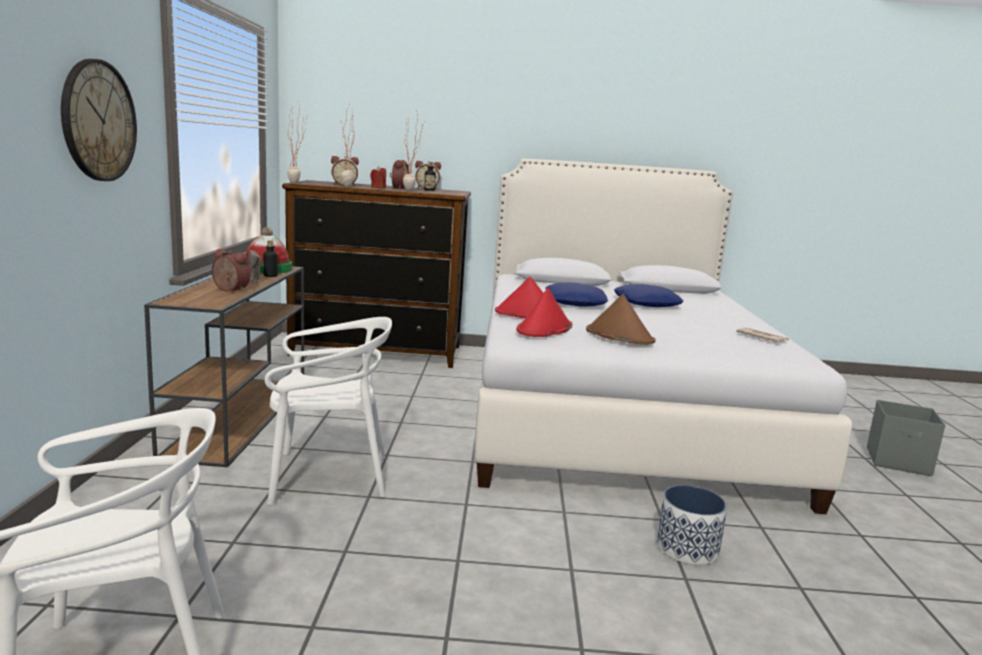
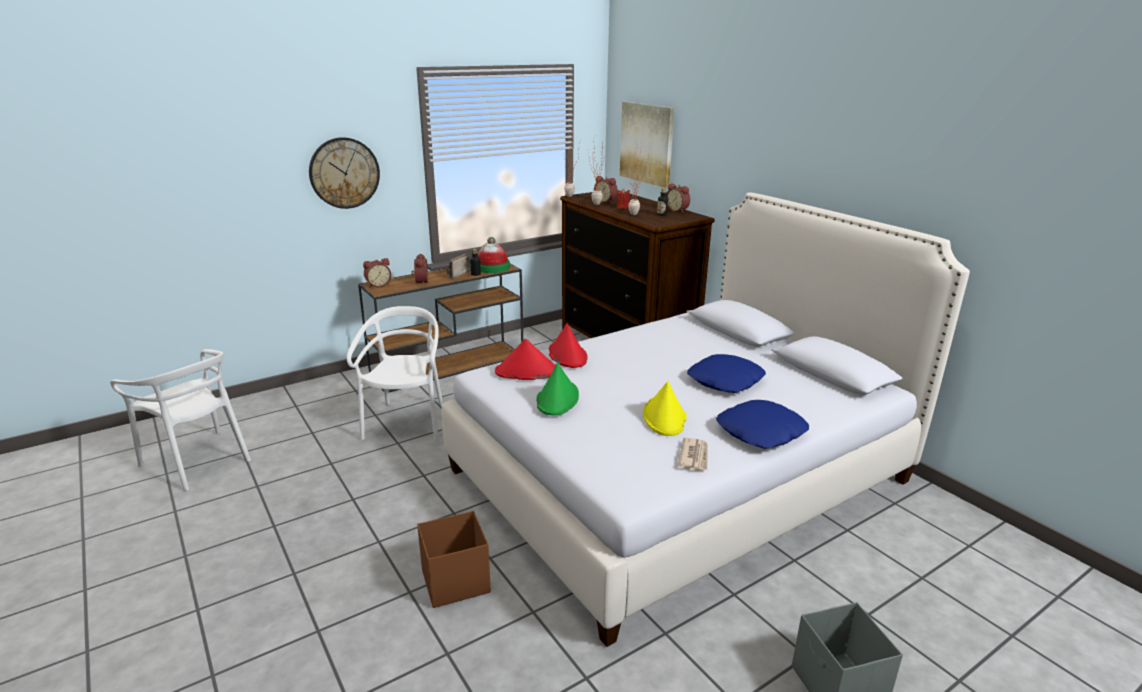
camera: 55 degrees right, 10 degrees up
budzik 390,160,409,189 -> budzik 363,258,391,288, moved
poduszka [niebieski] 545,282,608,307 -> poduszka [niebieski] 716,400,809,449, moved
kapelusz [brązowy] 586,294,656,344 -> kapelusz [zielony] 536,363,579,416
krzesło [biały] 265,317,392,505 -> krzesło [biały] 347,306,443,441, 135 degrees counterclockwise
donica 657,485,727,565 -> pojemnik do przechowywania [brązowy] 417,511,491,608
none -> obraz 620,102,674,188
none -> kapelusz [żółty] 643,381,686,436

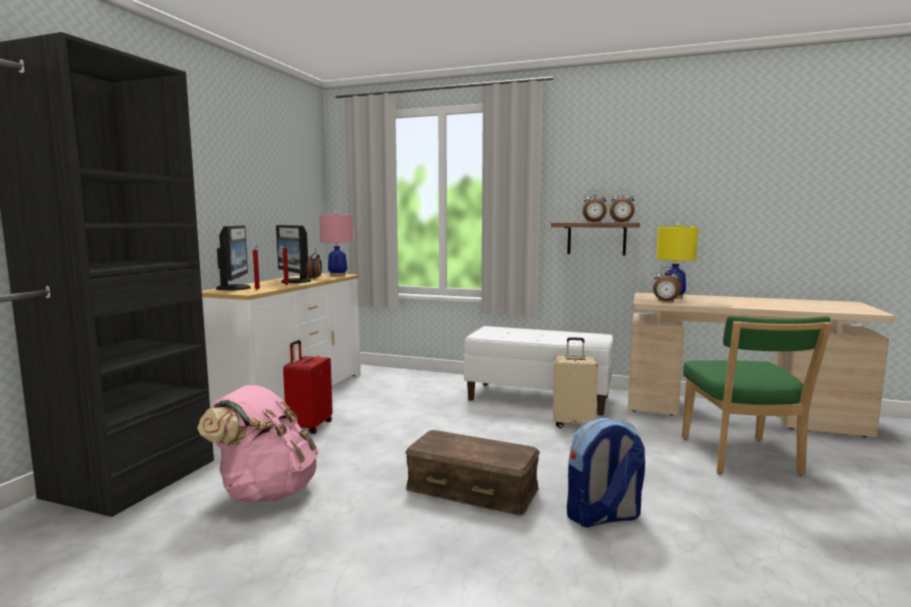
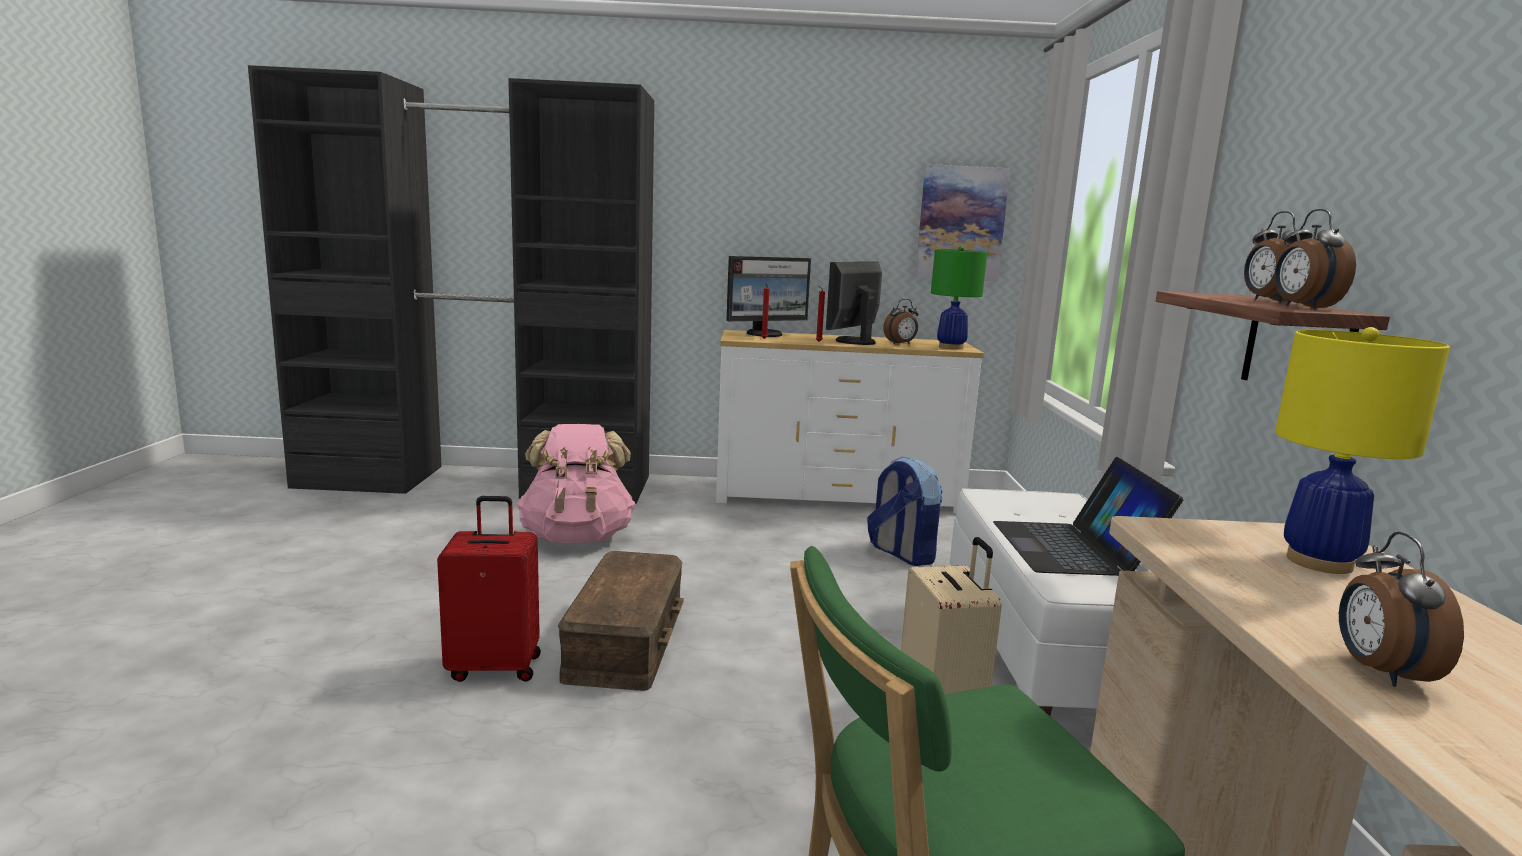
camera: 70 degrees right, 5 degrees up
lampa stołowa [różowy] 319,212,353,276 -> lampa stołowa [zielony] 931,246,987,350
budzik 653,267,681,302 -> budzik 1339,531,1464,687, moved
walizka [czerwony] 283,340,333,434 -> walizka [czerwony] 437,496,541,682, moved
plecak 567,418,645,527 -> plecak 867,457,943,566, moved
none -> obraz 915,164,1010,281
none -> laptop 993,457,1184,576

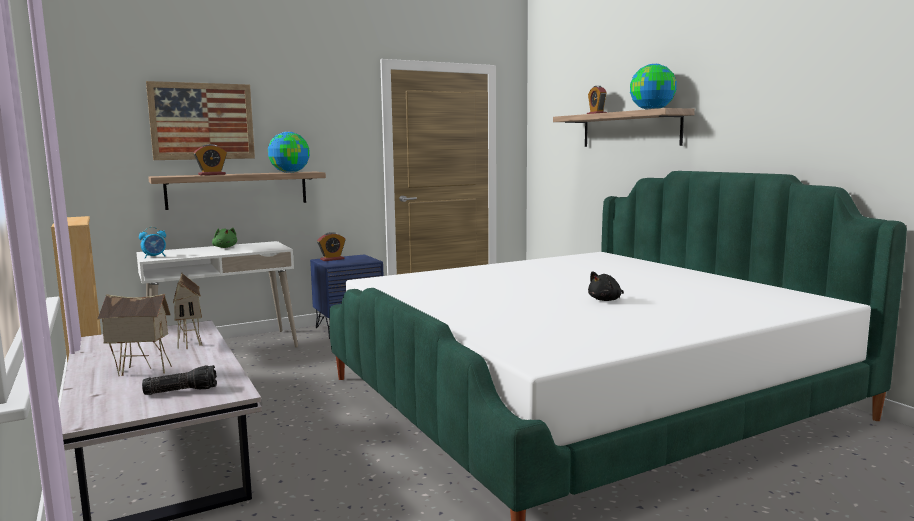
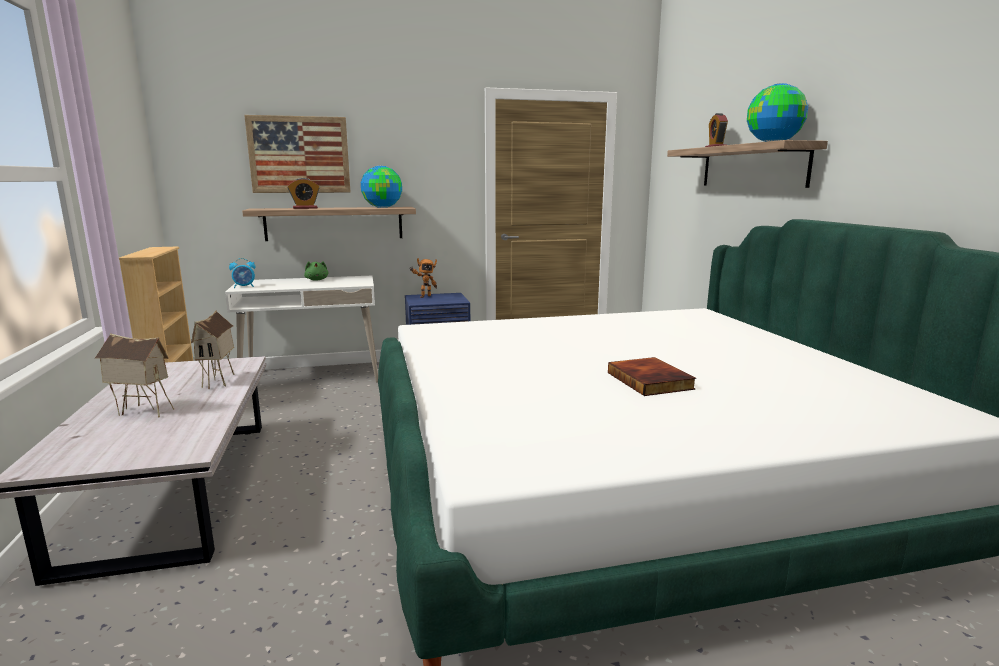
camera: 15 degrees right, 5 degrees up
budzik 317,232,345,261 -> robot zabawkowy 409,258,437,298
pluszak [czarny] 588,271,624,301 -> książka 608,357,696,396
latarka 142,365,217,395 -> none

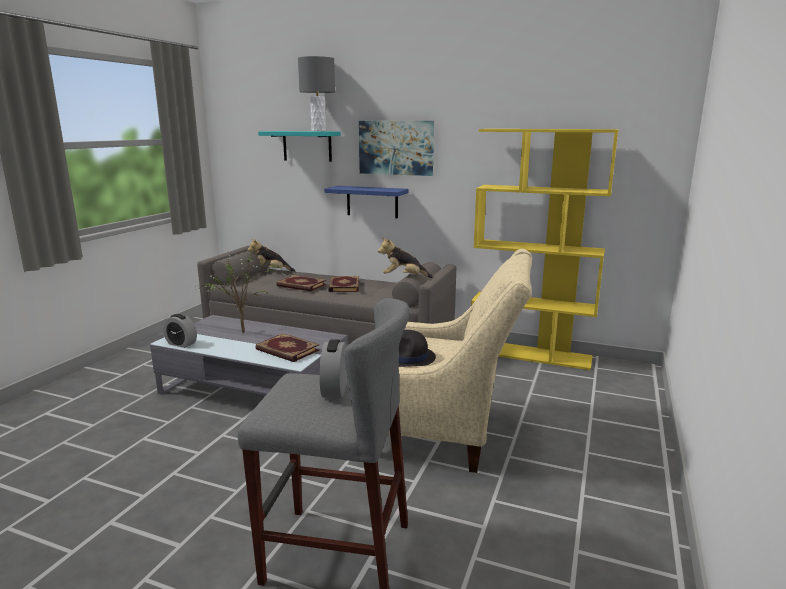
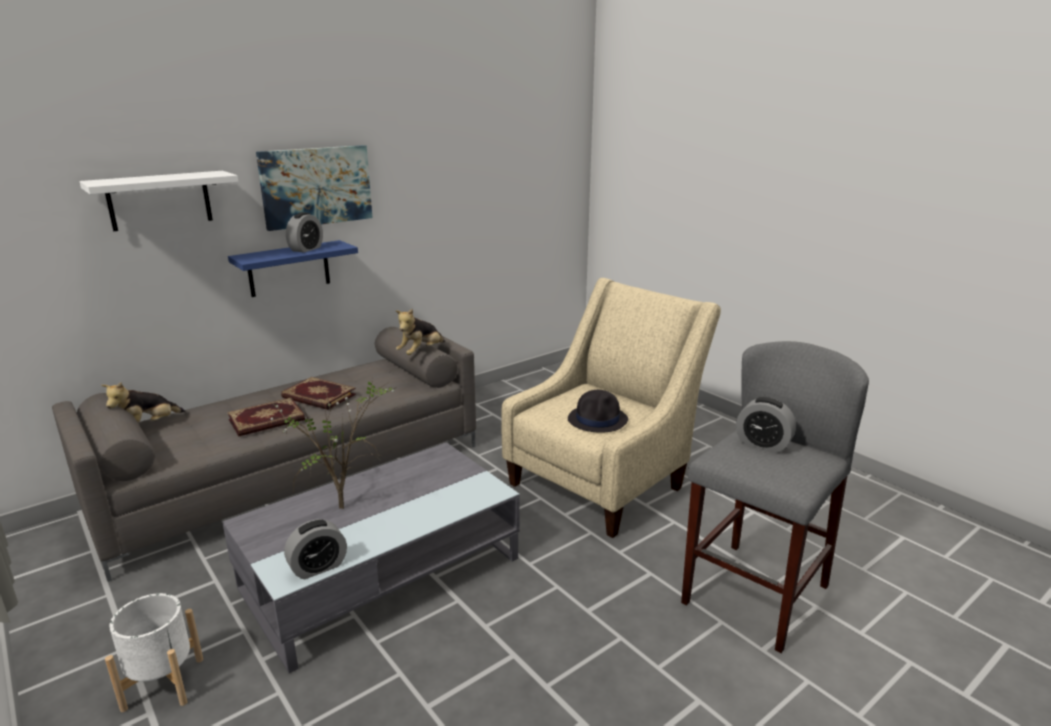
camera: 60 degrees left, 5 degrees up
lampa stołowa [szary] 298,56,335,131 -> none
regał [żółty] 471,129,619,370 -> none
półka [turkusowy] 258,131,341,162 -> półka [biały] 80,171,238,231
książka 255,333,320,362 -> none
none -> budzik 286,212,323,253
none -> donica [biały] 105,593,203,712

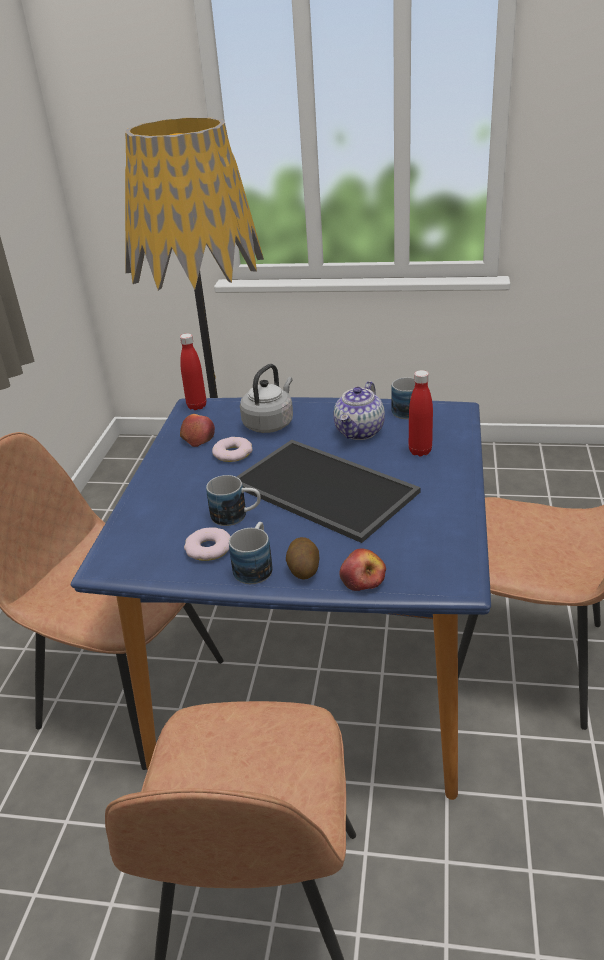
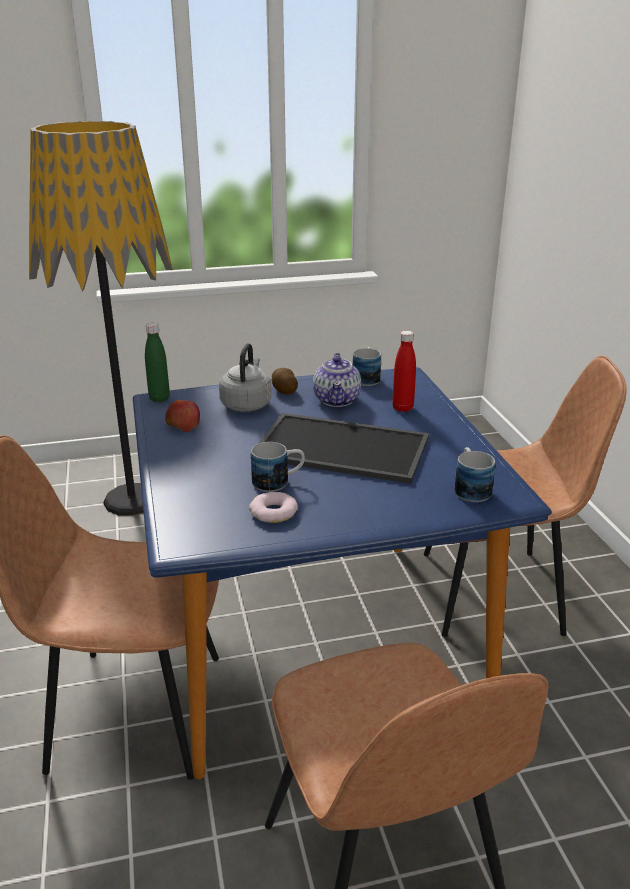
camera: 25 degrees left, 5 degrees down
butelka [czerwony] 180,333,206,410 -> butelka [zielony] 145,323,170,402
donut 212,437,253,462 -> none
kubek 229,522,273,584 -> kubek 454,447,495,502, moved
ziemniak 286,537,320,580 -> ziemniak 272,368,298,395, moved
jabłko 339,549,386,591 -> none

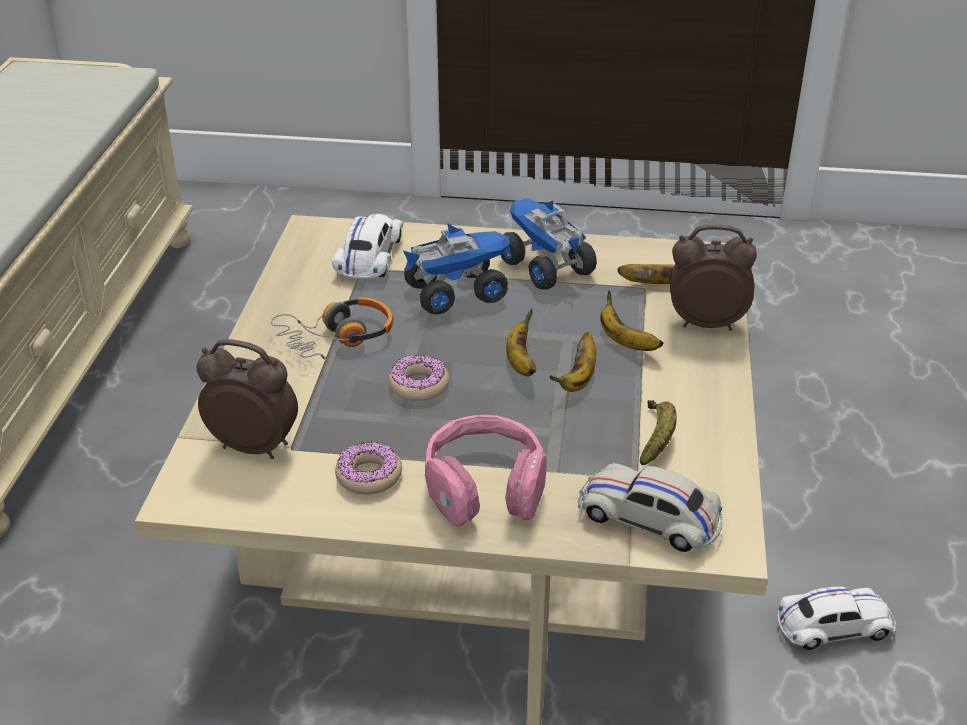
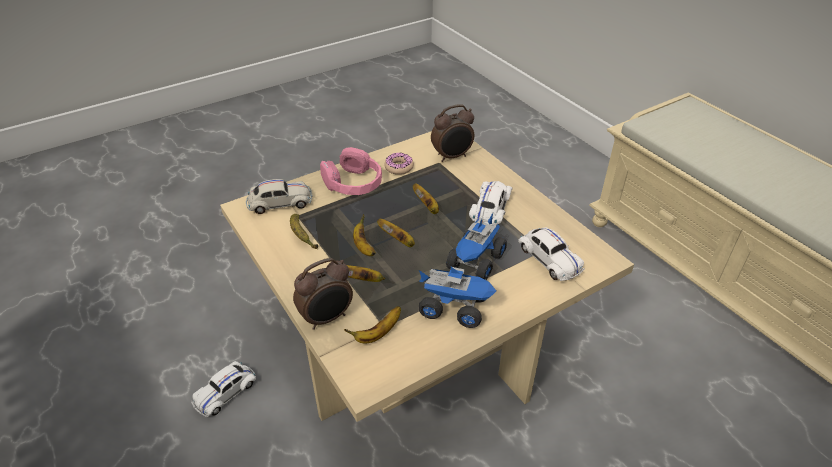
camera: 140 degrees right, 5 degrees up
słuchawki 271,297,393,362 -> samochodzik [biały] 469,181,512,226
donut 388,355,449,401 -> banan 413,183,439,214

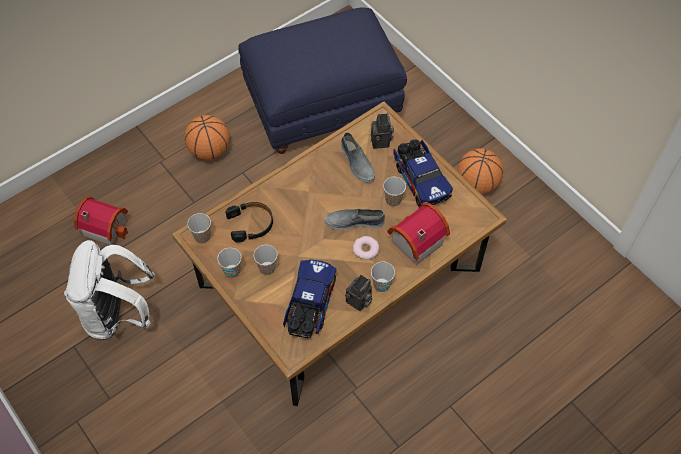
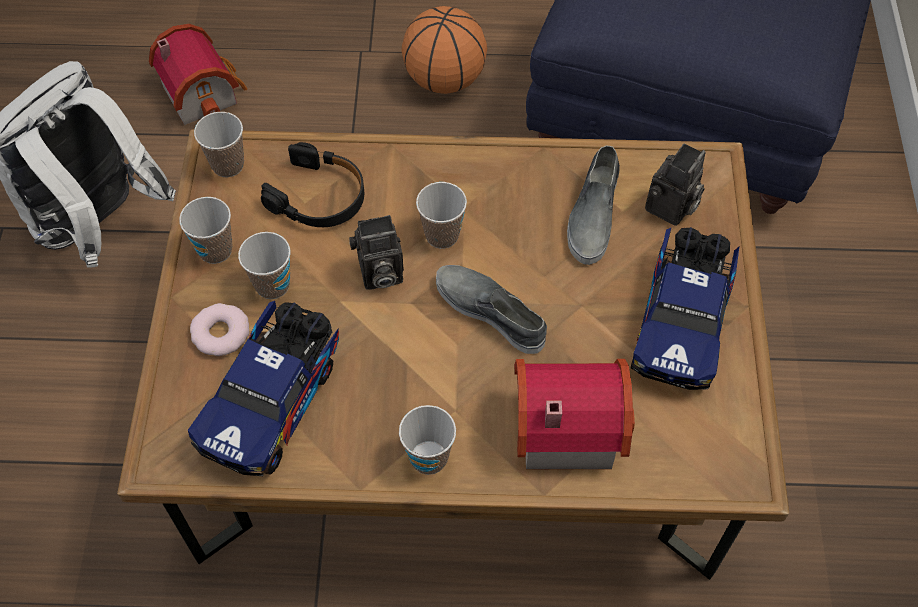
camera: 40 degrees right, 0 degrees up
piłka do koszykówki 457,148,503,194 -> none
filiżanka 383,177,406,207 -> filiżanka 416,182,467,249, moved
donut 353,236,380,260 -> donut 190,303,249,356, moved
ciężarówka zabawkowa 283,260,337,338 -> ciężarówka zabawkowa 188,301,339,476, 150 degrees clockwise
aparat fotograficzny 345,275,372,311 -> aparat fotograficzny 349,215,404,290, moved

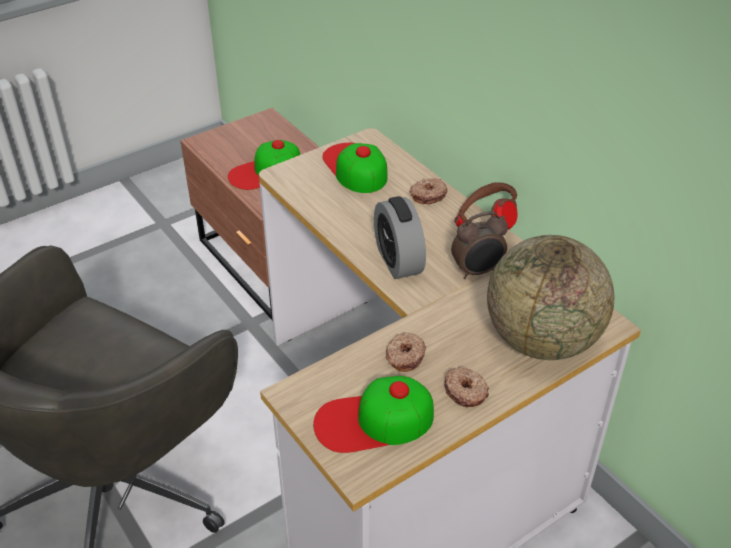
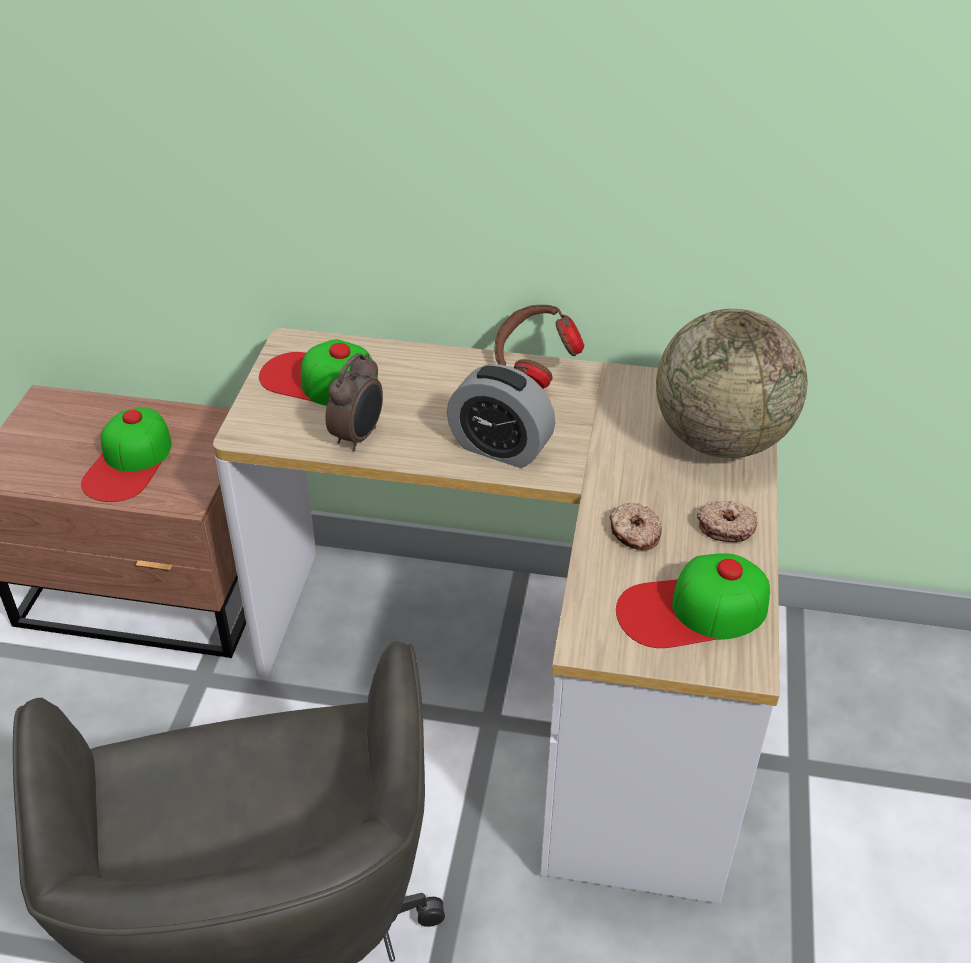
camera: 45 degrees left, 0 degrees up
donut 409,178,448,204 -> none
budzik 451,211,508,279 -> budzik 325,353,383,452, moved
czapka z daszkiem 313,376,434,453 -> czapka z daszkiem 616,554,770,648, 45 degrees clockwise

